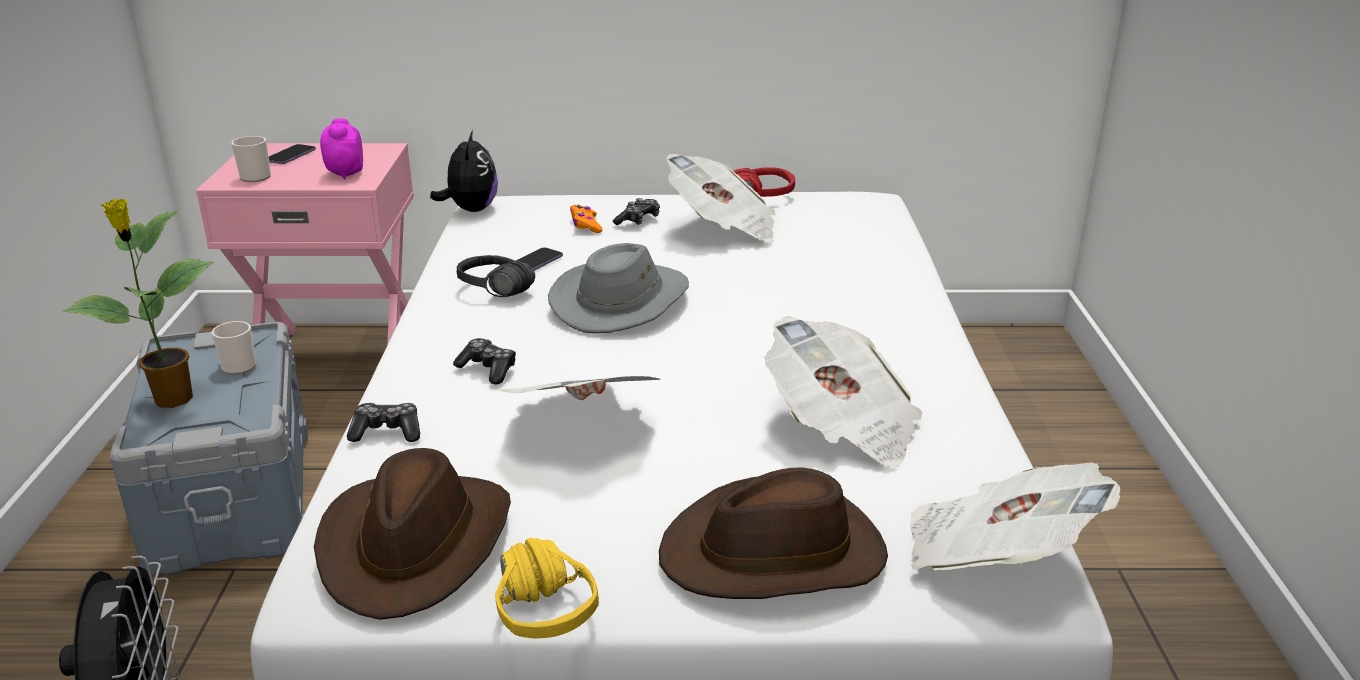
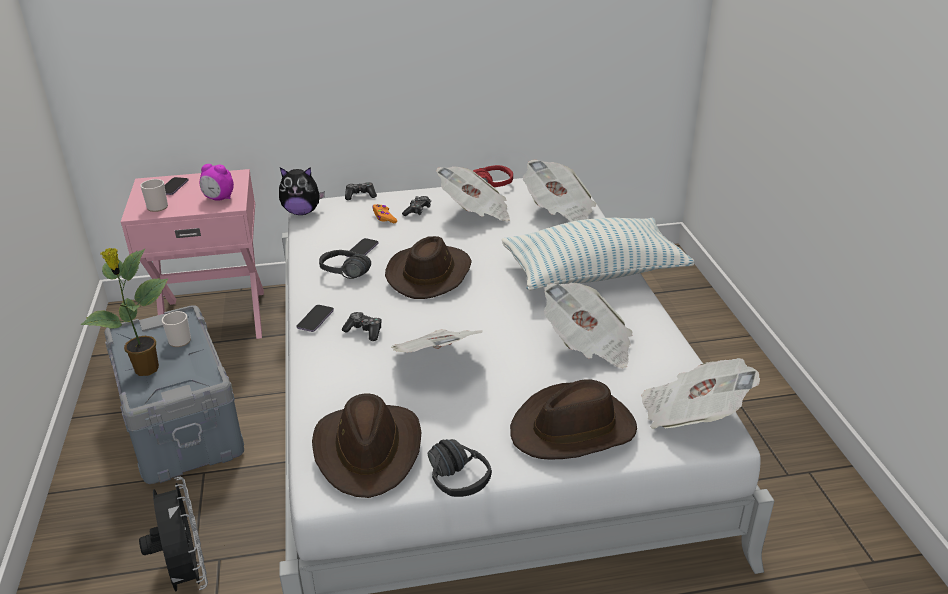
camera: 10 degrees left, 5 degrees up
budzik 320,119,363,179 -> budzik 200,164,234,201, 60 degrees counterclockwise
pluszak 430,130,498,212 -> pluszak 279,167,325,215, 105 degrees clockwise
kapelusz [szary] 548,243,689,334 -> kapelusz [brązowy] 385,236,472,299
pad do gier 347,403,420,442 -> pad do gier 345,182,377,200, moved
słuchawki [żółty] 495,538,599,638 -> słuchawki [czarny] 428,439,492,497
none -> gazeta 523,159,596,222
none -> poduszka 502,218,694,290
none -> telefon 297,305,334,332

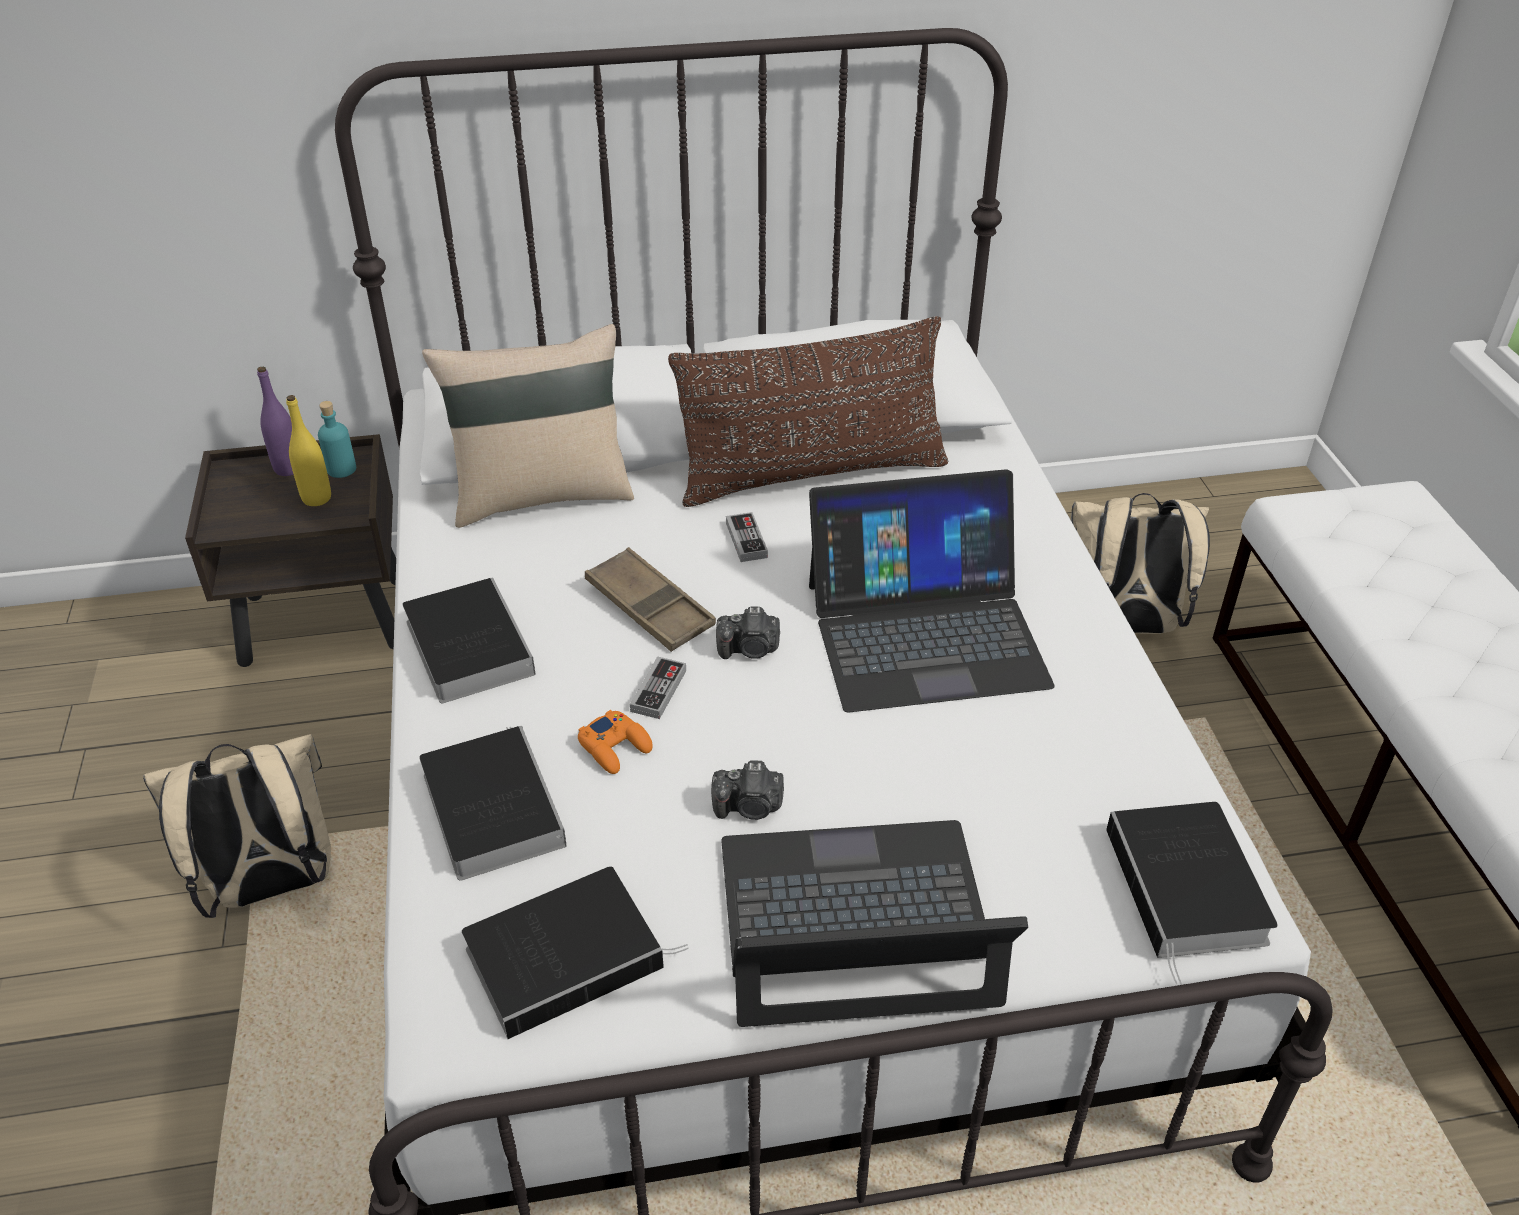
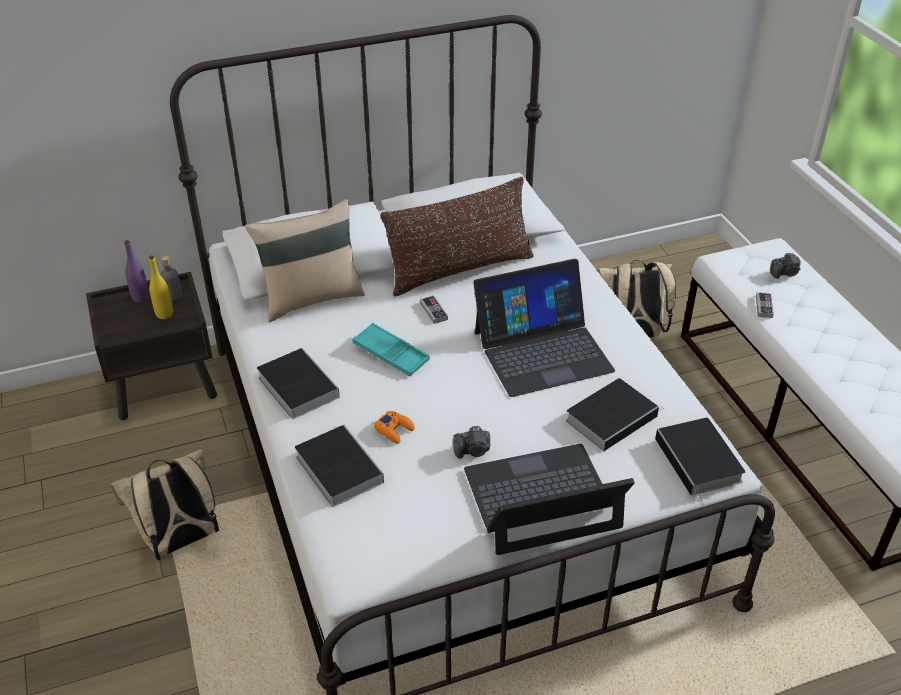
camera: 10 degrees left, 0 degrees up
butelka [turkusowy] 318,401,356,478 -> butelka [szary] 160,256,182,301
taca [brązowy] 585,547,716,652 -> taca [turkusowy] 353,323,430,377
aparat fotograficzny 716,607,780,659 -> aparat fotograficzny 770,253,801,279, moved
pad do gier 630,656,686,719 -> pad do gier 756,292,774,318, moved
książka 462,867,689,1039 -> książka 566,378,664,451, moved

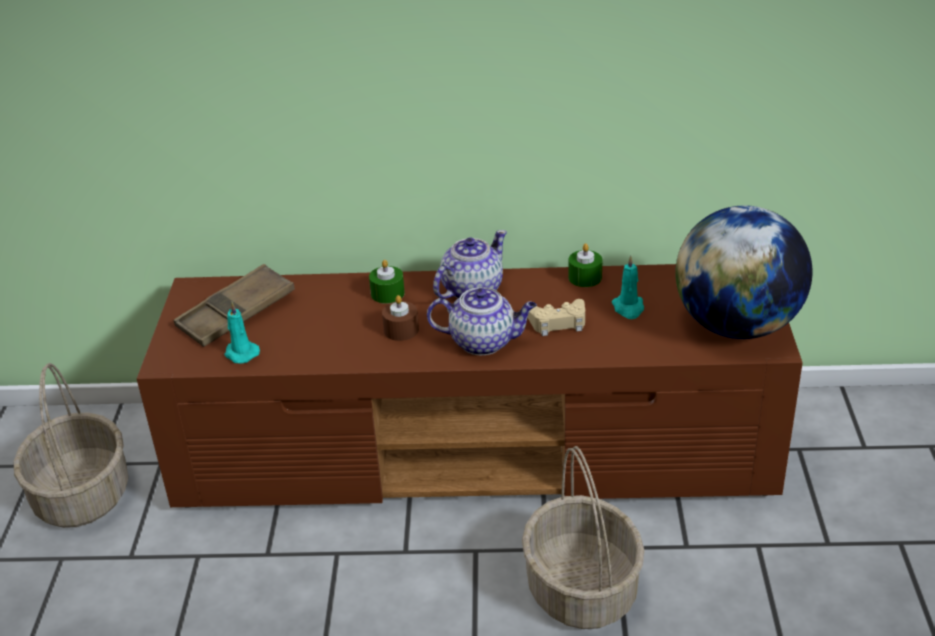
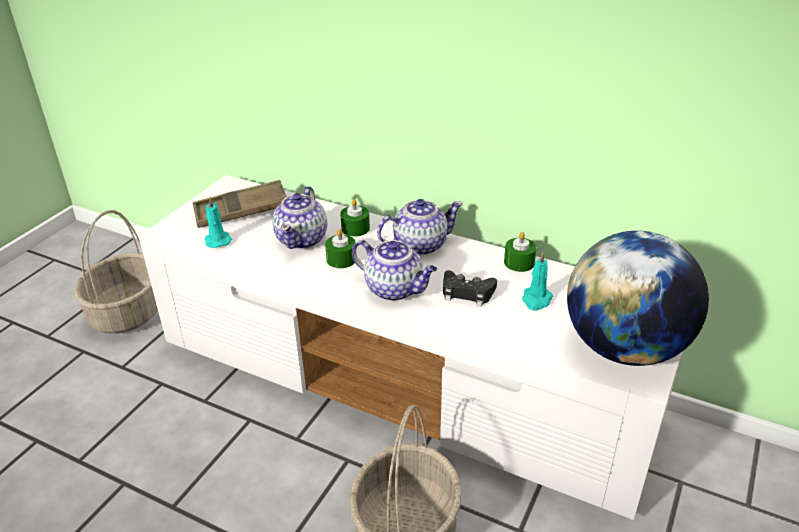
camera: 25 degrees right, 0 degrees up
szafka pod telewizor [brązowy] 137,264,803,508 -> szafka pod telewizor [biały] 139,175,683,520
świeca [brązowy] 382,295,419,341 -> świeca [zielony] 325,229,356,268
pad do gier [beżowy] 527,299,585,336 -> pad do gier [czarny] 443,270,497,306
none -> imbryk 272,186,327,249

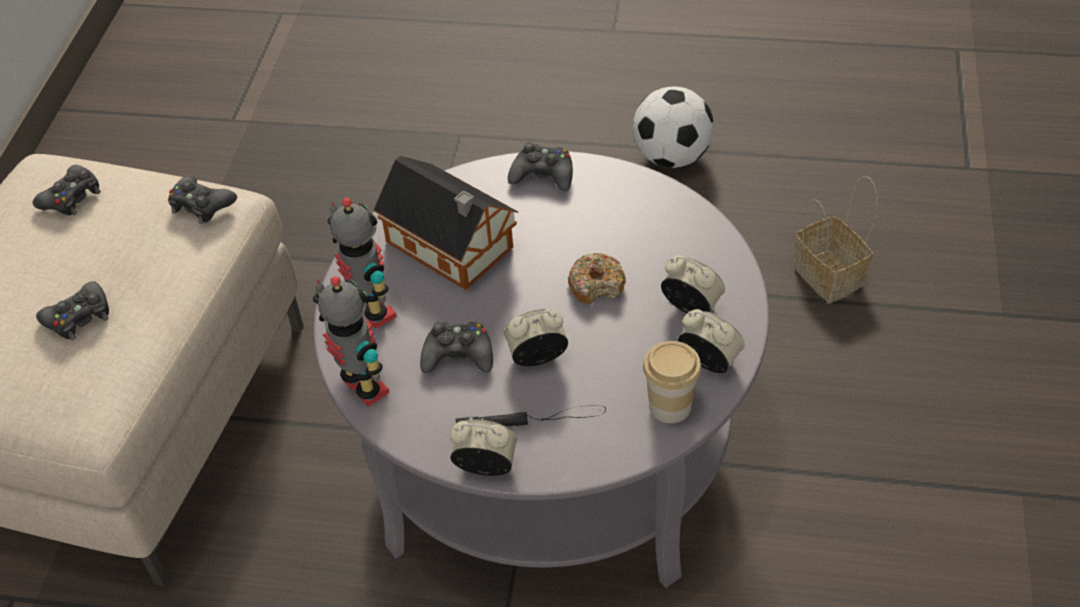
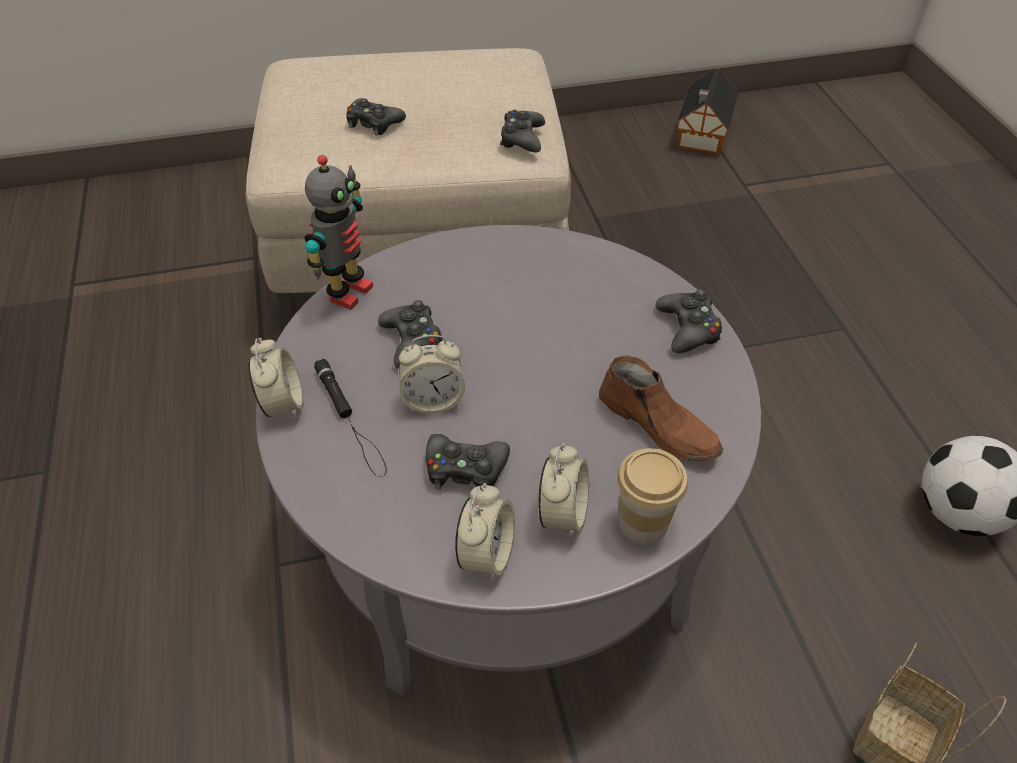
camera: 65 degrees right, 0 degrees up
domek 374,156,518,290 -> domek 676,68,739,155, moved
pad do gier [czarny] 33,165,101,216 -> pad do gier [czarny] 426,434,510,490, moved
robot zabawkowy 328,198,397,329 -> none
donut 568,253,626,304 -> none
budzik 504,309,568,366 -> budzik 399,335,465,414, 120 degrees clockwise
filiżanka 643,341,701,423 -> filiżanka 617,448,688,544, moved
none -> but [brązowy] 599,356,723,462

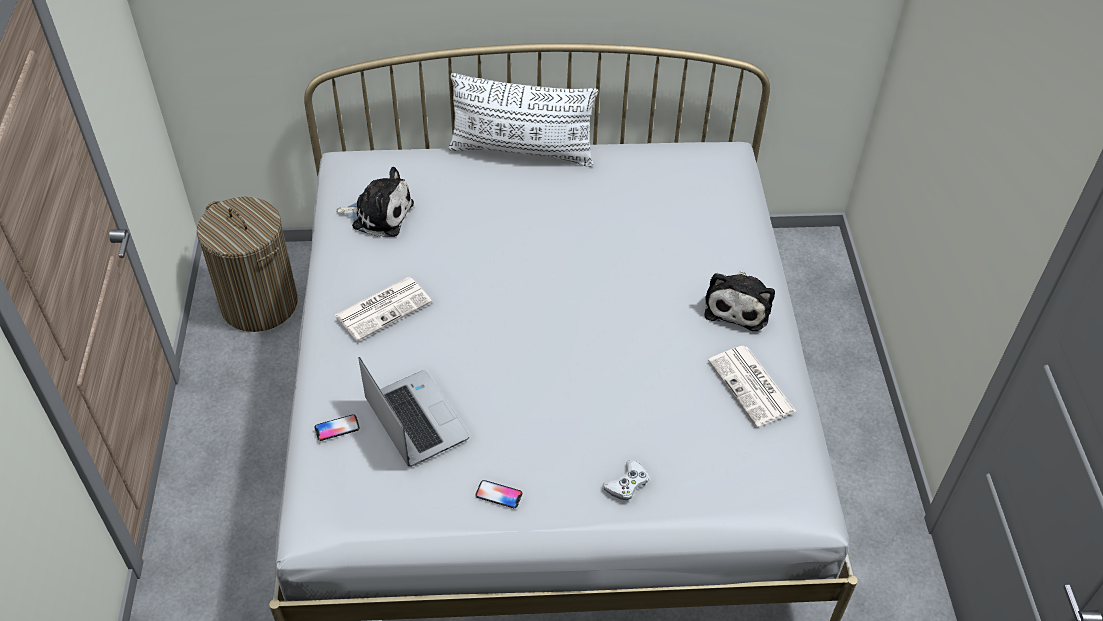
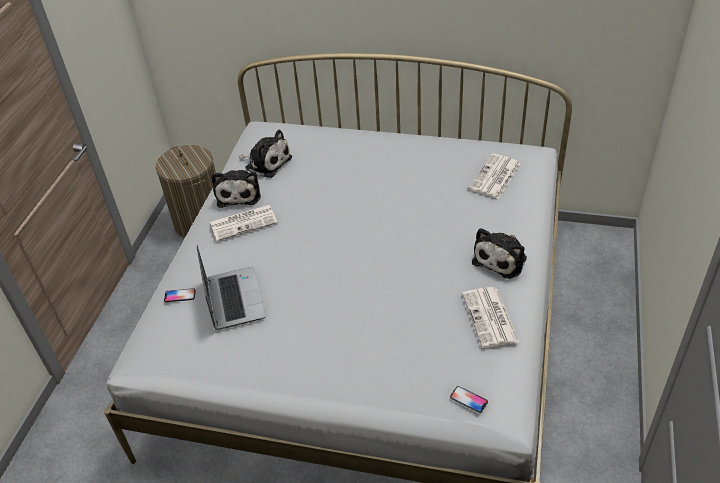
camera: 20 degrees right, 5 degrees down
poduszka [biały] 449,73,598,167 -> none
pad do gier [biały] 602,460,649,500 -> none
telefon 475,480,522,508 -> telefon 450,386,488,413, moved
none -> gazeta 469,154,520,199
none -> pluszak 212,170,261,208

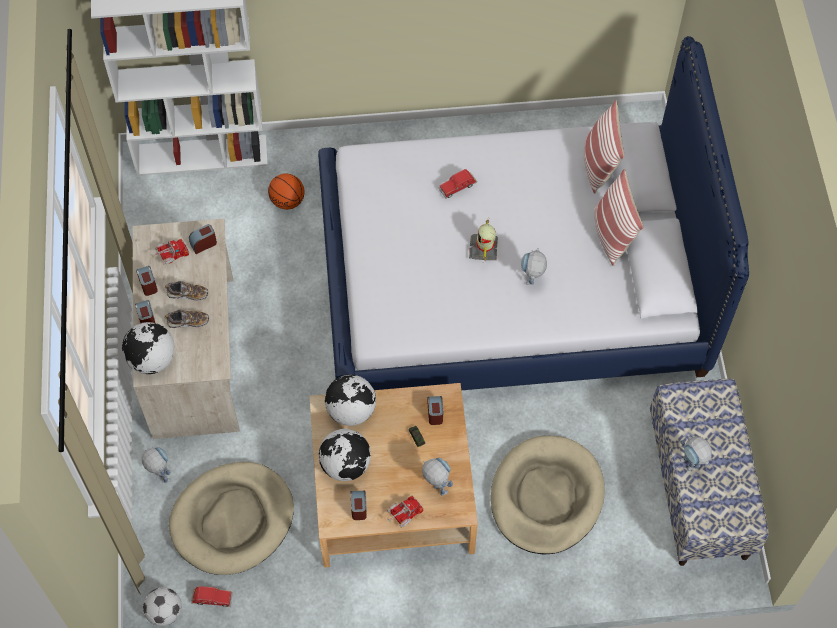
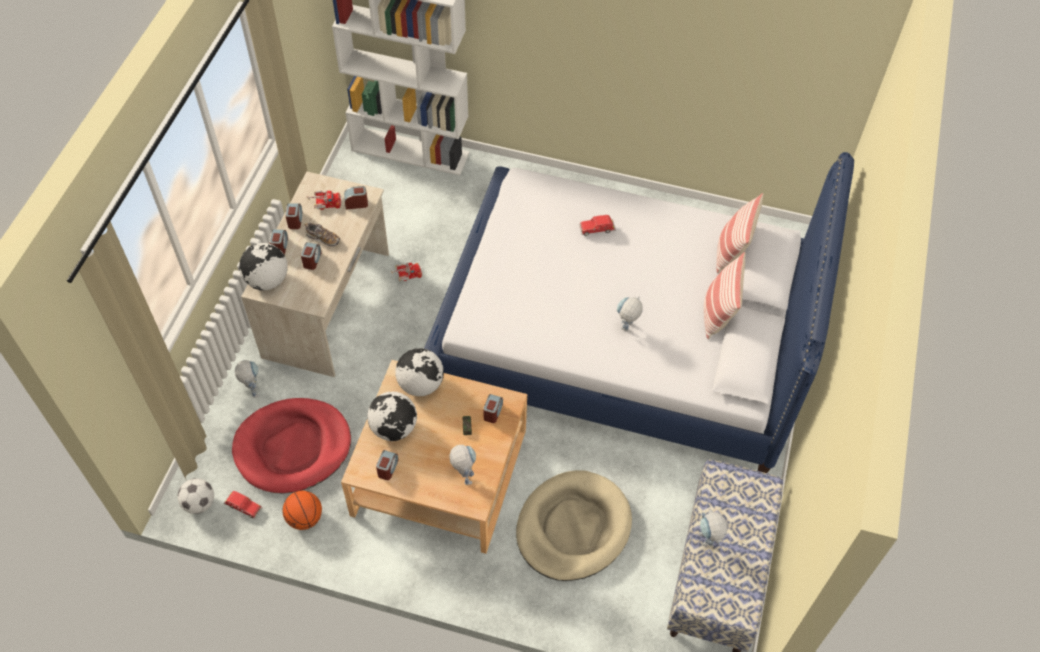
camera: 20 degrees right, 5 degrees down
piłka do koszykówki 268,173,305,210 -> piłka do koszykówki 282,491,322,530, moved
robot zabawkowy 469,218,498,261 -> none
but 165,309,209,328 -> budzik 301,242,322,270
legowisko [beżowy] 169,462,294,575 -> legowisko [czerwony] 232,398,351,493
ciężarówka zabawkowa 386,496,424,528 -> ciężarówka zabawkowa 391,263,422,281, moved

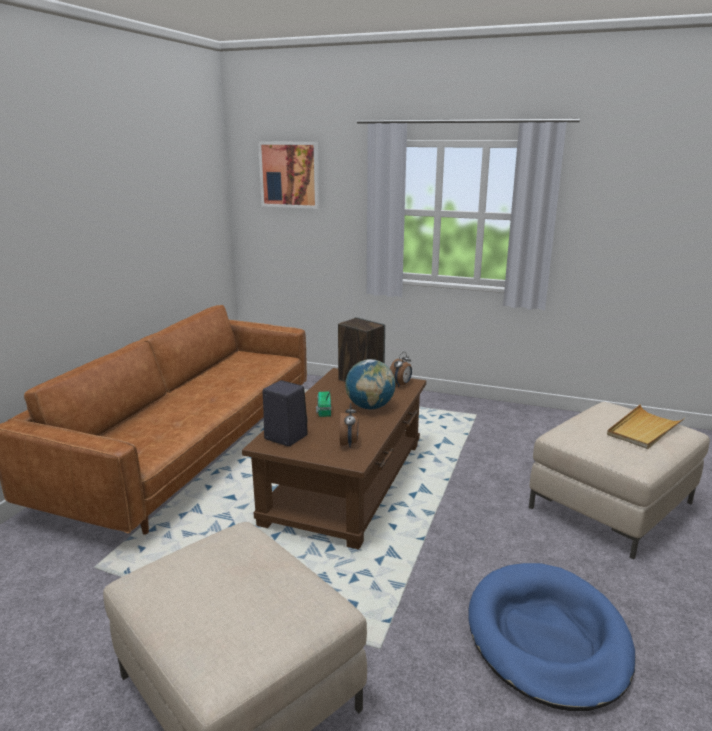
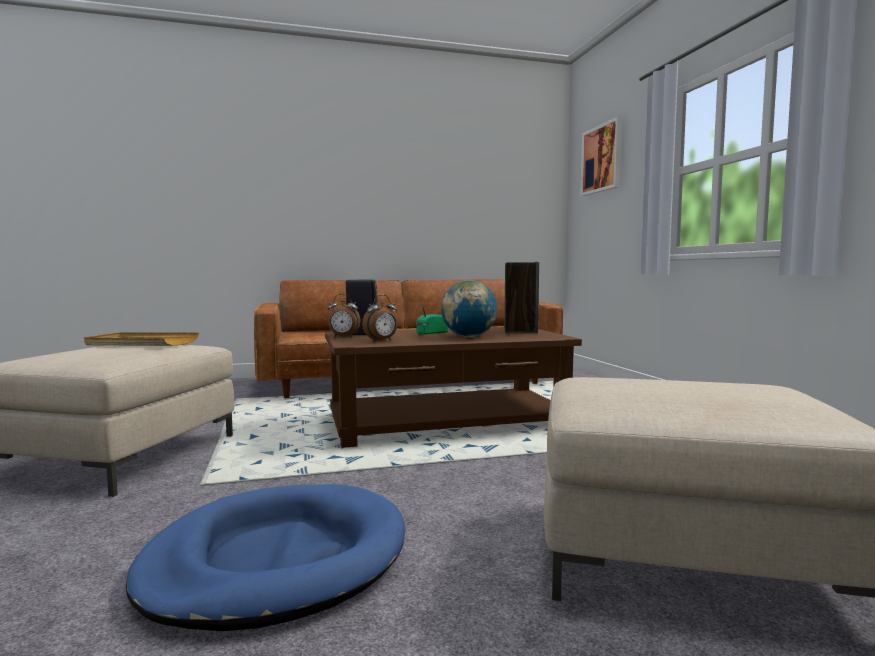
camera: 55 degrees right, 15 degrees down
budzik 390,352,412,387 -> budzik 328,294,361,337, moved
taca [beżowy] 607,404,685,449 -> taca [beżowy] 84,332,199,346, moved

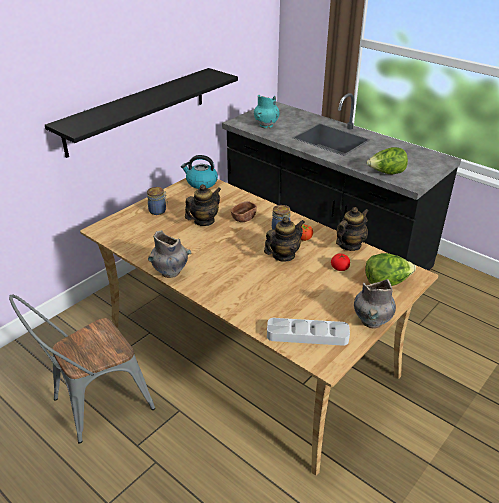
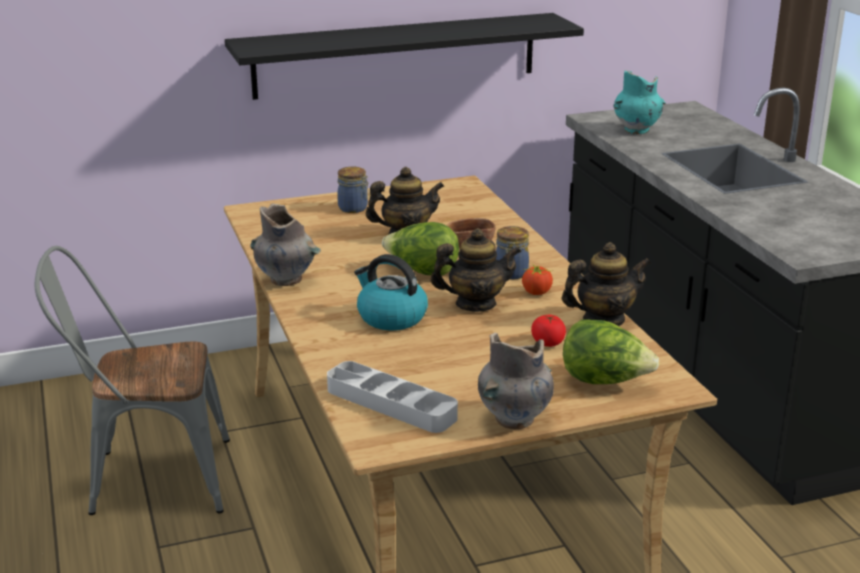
camera: 30 degrees right, 10 degrees down
sałata 367,147,408,174 -> sałata 382,222,459,276, moved
czajnik 181,155,218,189 -> czajnik 354,254,428,330, moved

